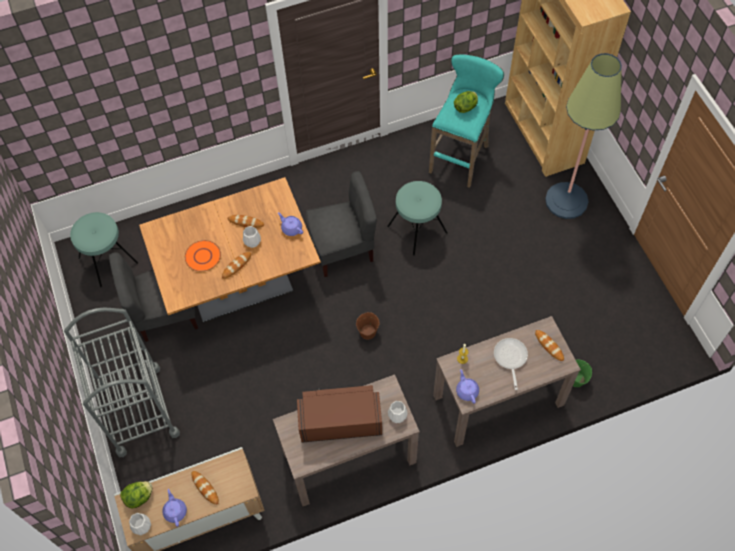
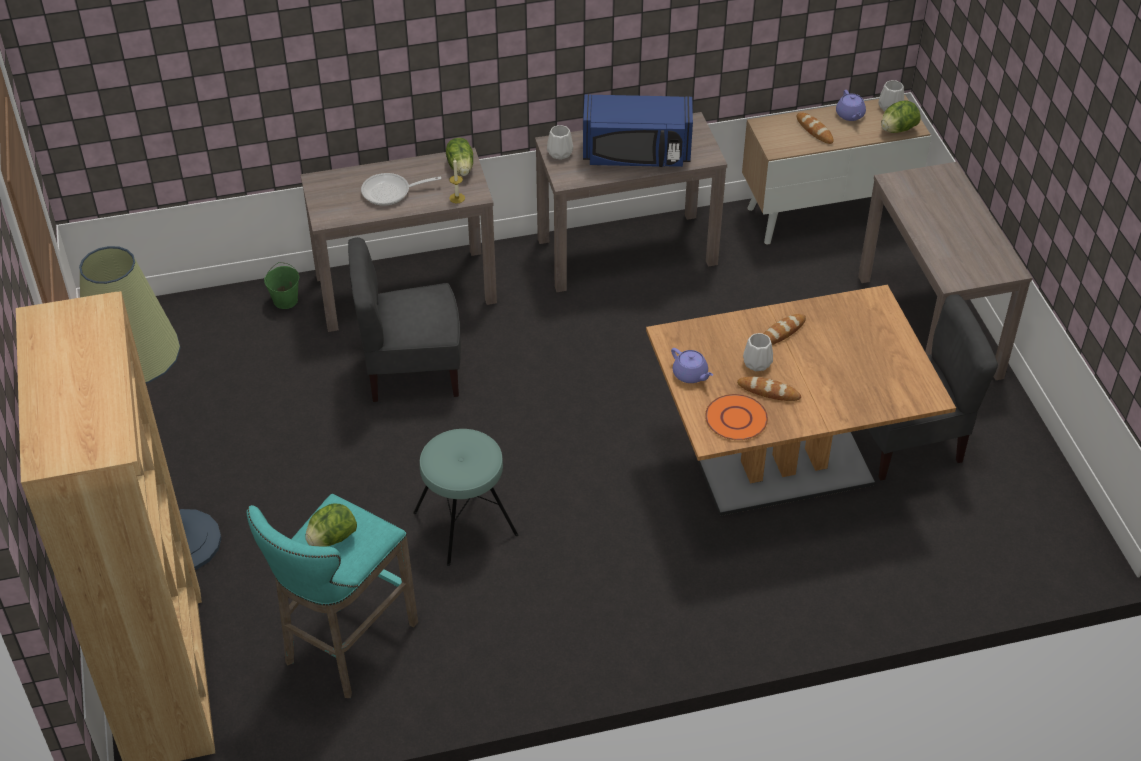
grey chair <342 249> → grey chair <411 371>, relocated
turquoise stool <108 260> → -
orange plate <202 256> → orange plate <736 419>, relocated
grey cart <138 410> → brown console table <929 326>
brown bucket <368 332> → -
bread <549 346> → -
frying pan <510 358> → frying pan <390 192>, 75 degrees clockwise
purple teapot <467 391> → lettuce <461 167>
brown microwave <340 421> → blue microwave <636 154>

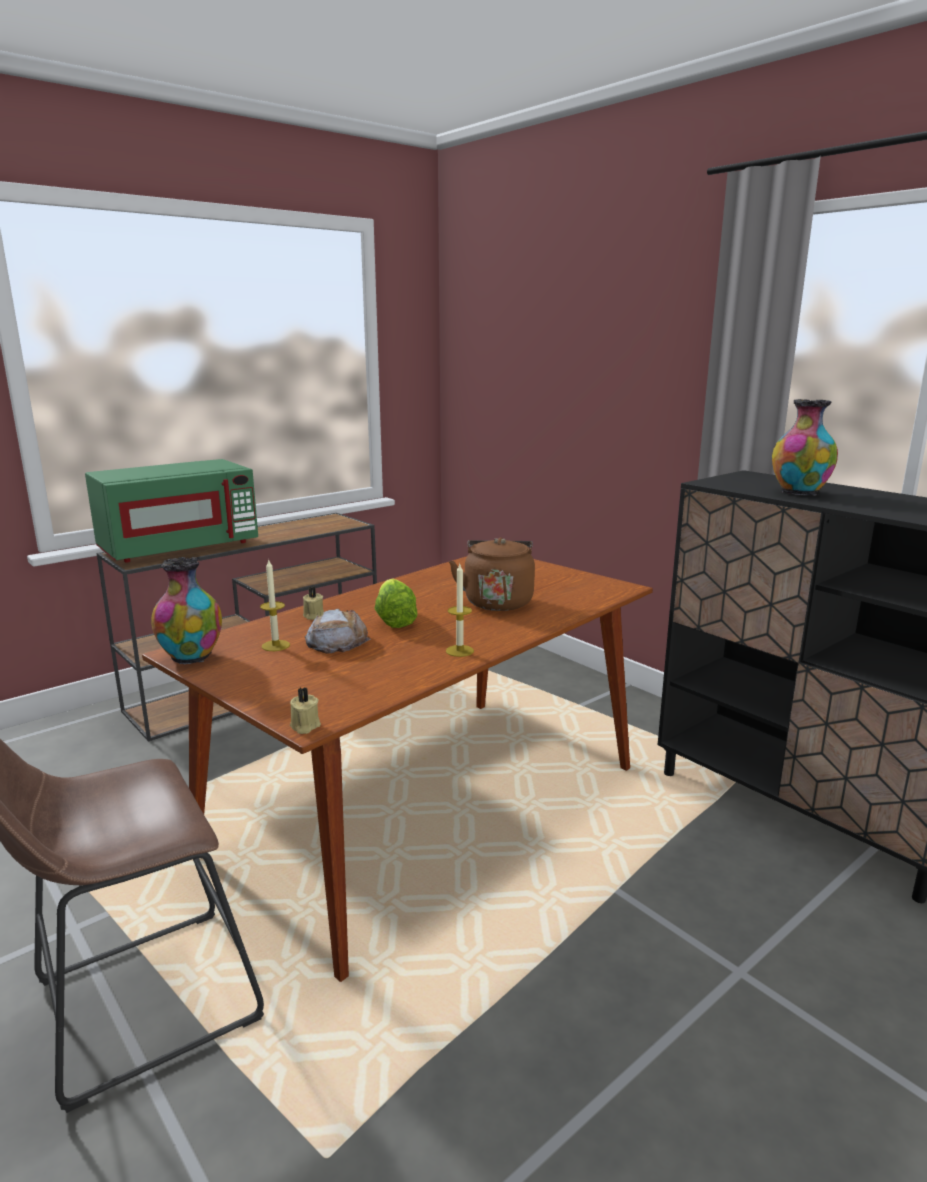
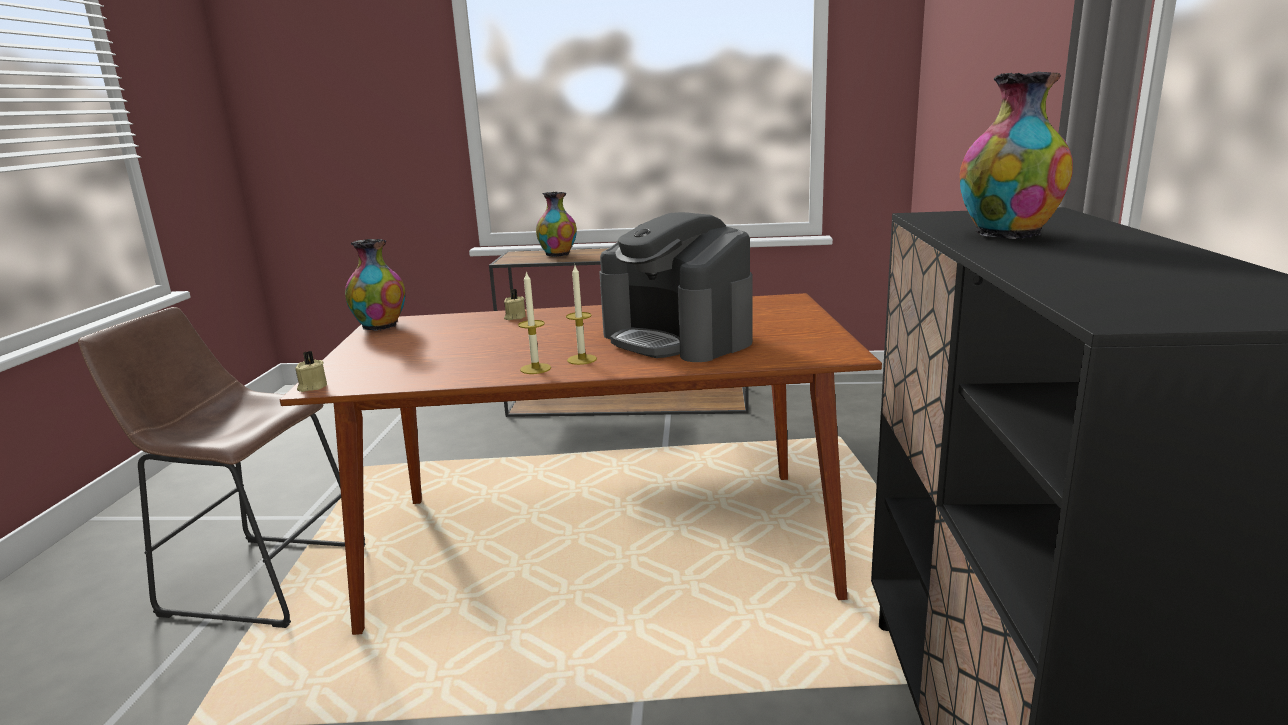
green microwave <179 548> → vase <558 255>
brown kettle <497 601> → coffee machine <678 338>
candle <275 645> → candle <582 359>, relocated
lettuce <395 620> → -
bread <337 641> → -

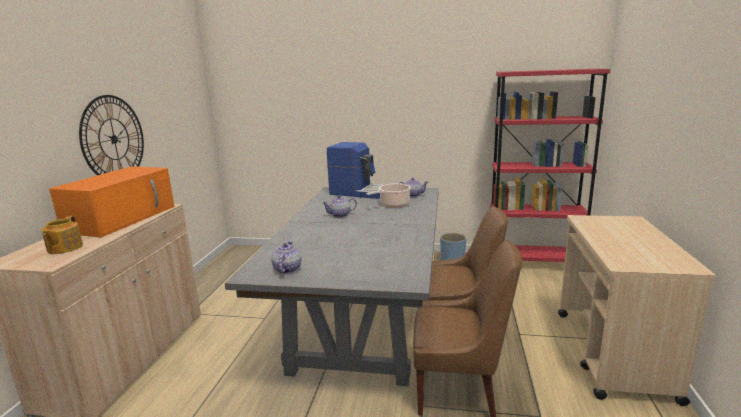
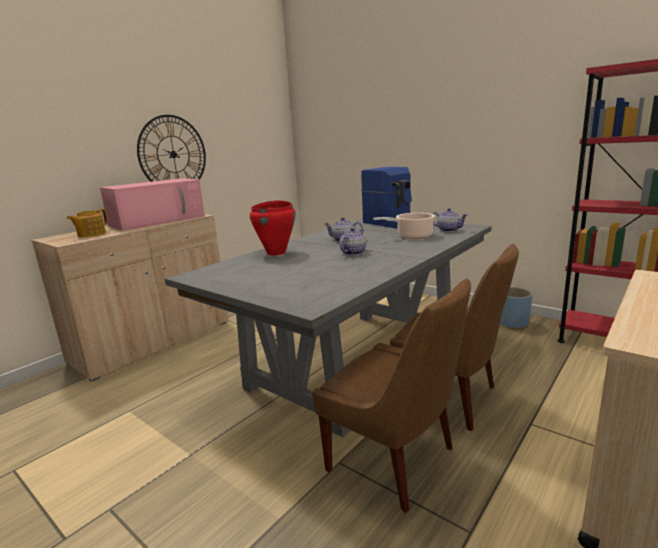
orange microwave <123 218> → pink microwave <159 220>
teapot <287 269> → teapot <352 253>, relocated
- → red cooking pot <276 253>

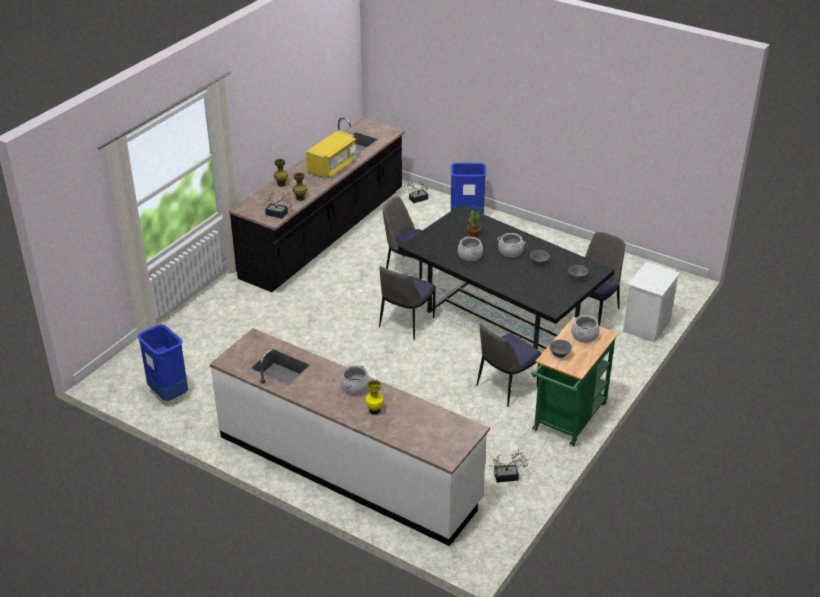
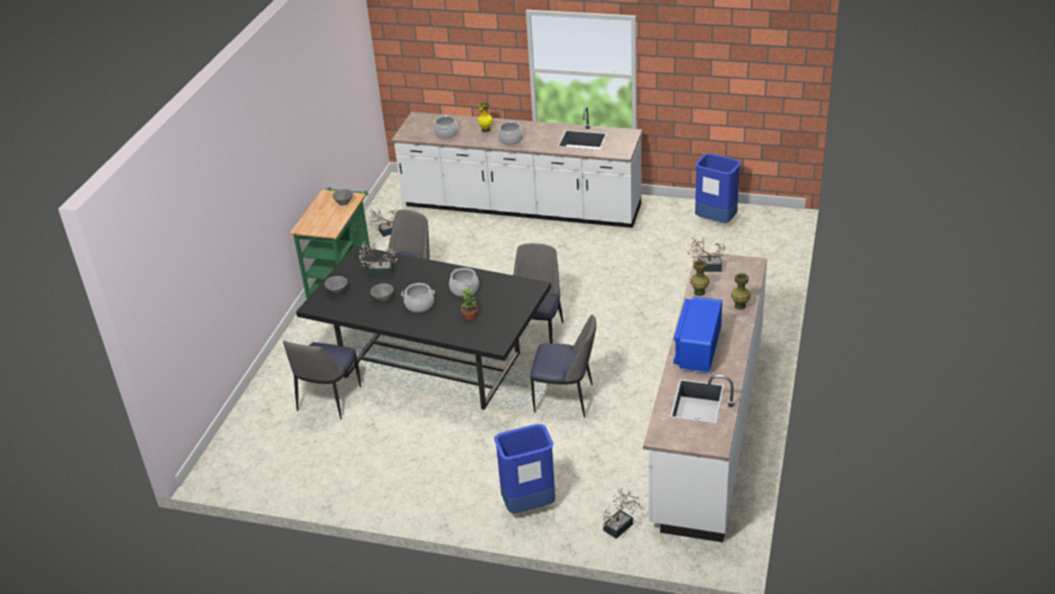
black counter <325 234> → white counter <707 426>
yellow microwave <332 166> → blue microwave <698 349>
white nightstand <647 327> → -
cooking pot <584 335> → cooking pot <446 134>, relocated
- → potted plant <378 271>

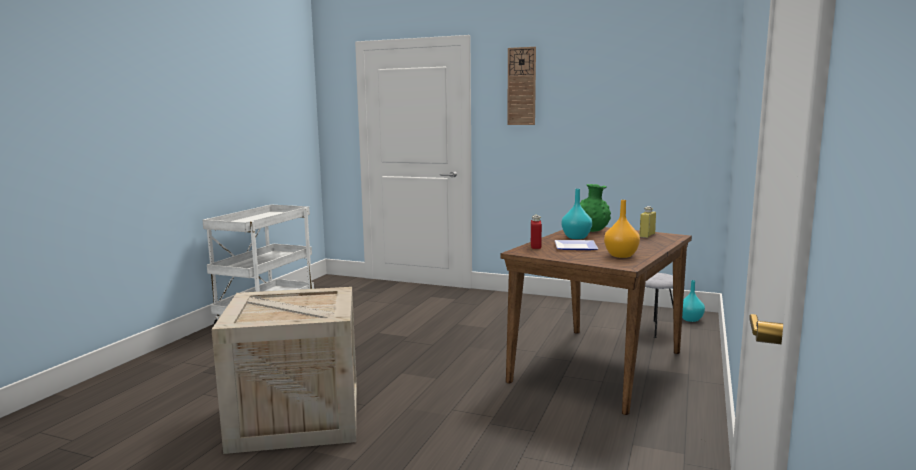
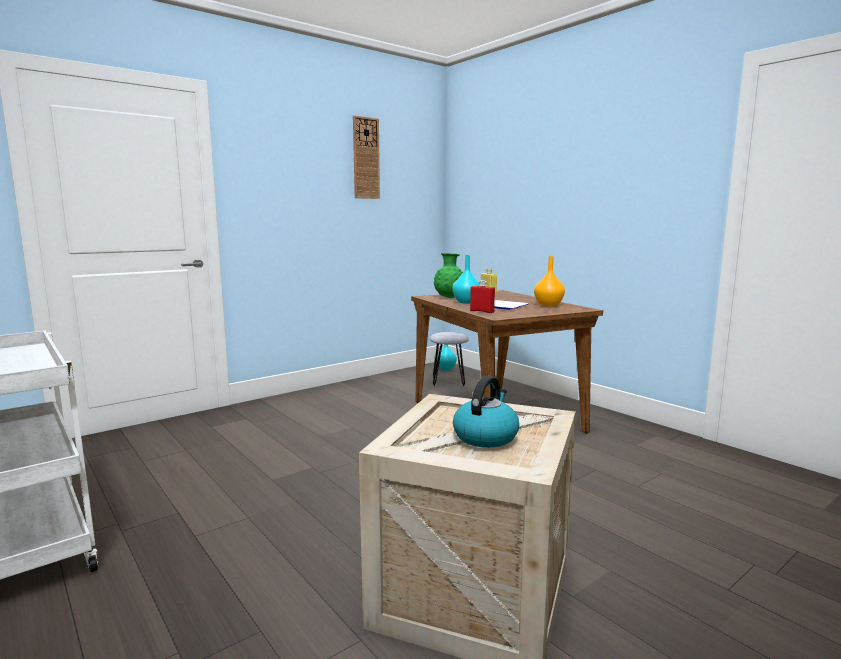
wall clock <521 86> → wall clock <366 158>, relocated
- → kettle <485 436>

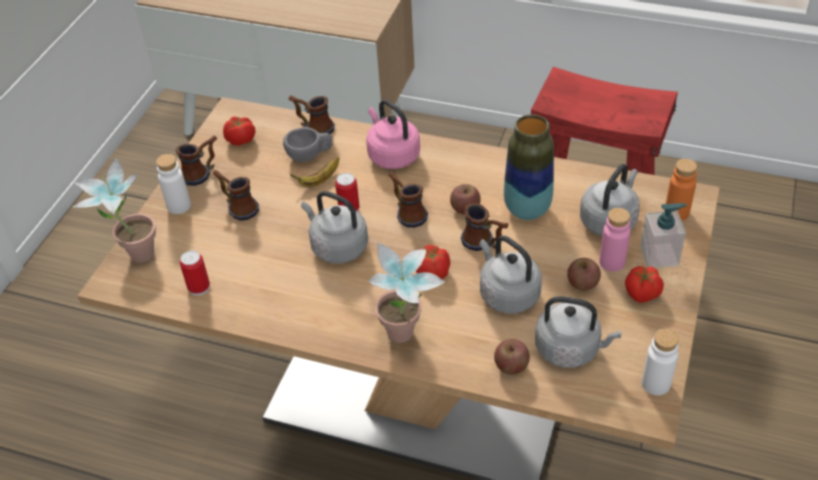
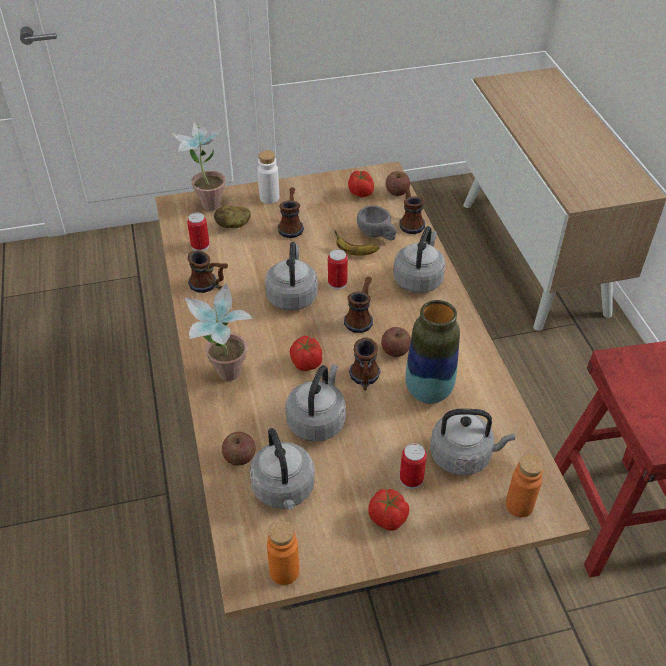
pink kettle <392 155> → grey kettle <419 279>
mug <202 173> → mug <209 285>, relocated
soap dispenser <659 256> → -
pink bottle <612 262> → can <411 479>
apple <582 283> → apple <397 192>, relocated
white bottle <656 383> → orange bottle <284 571>
- → potato <233 225>

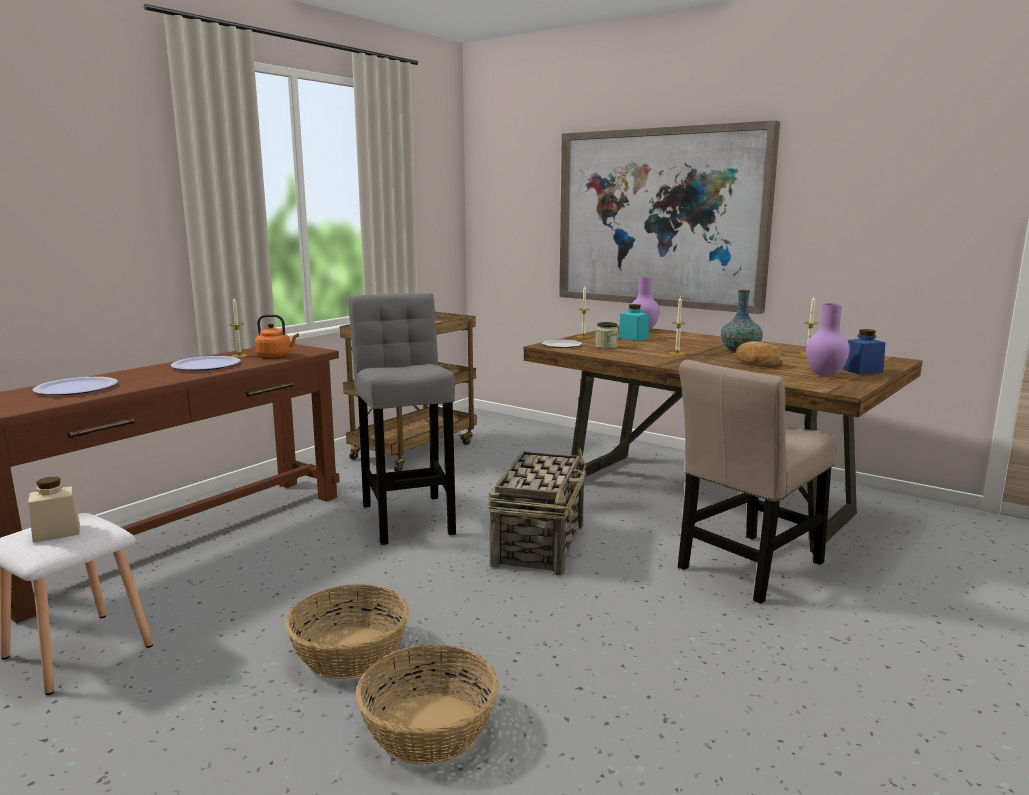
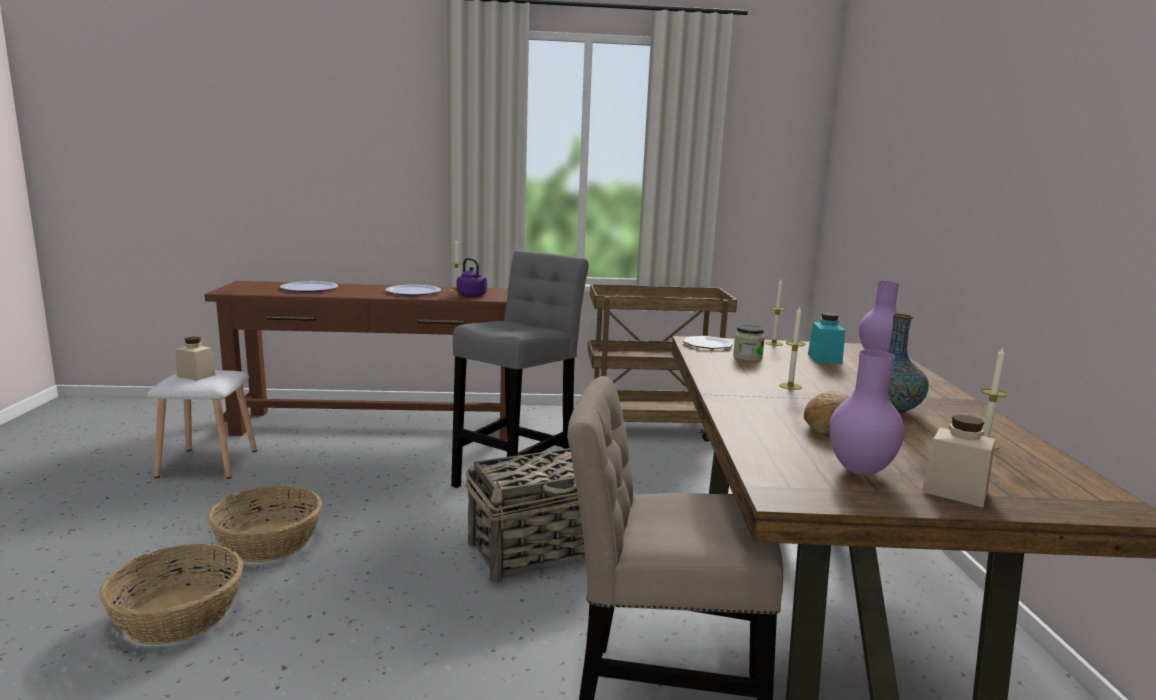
picture <660 218> → -
orange kettle <276 356> → purple kettle <473 296>
blue jar <862 371> → beige jar <954 491>

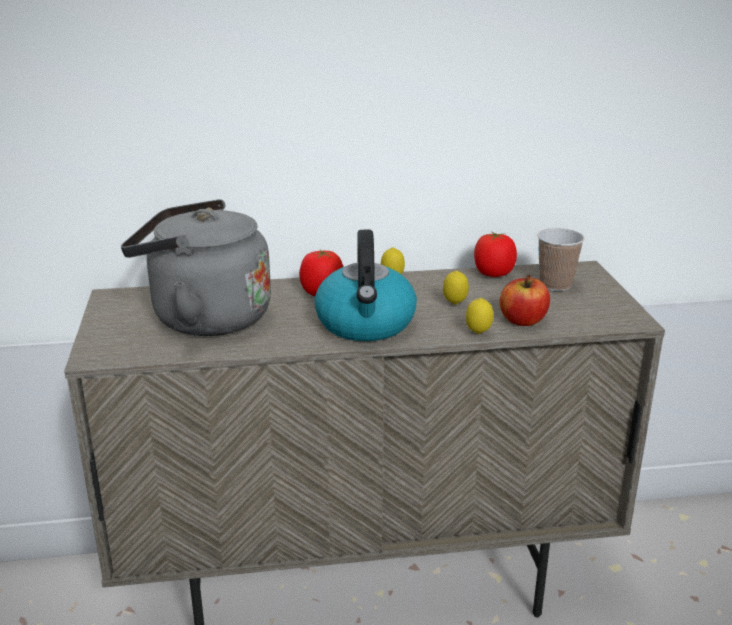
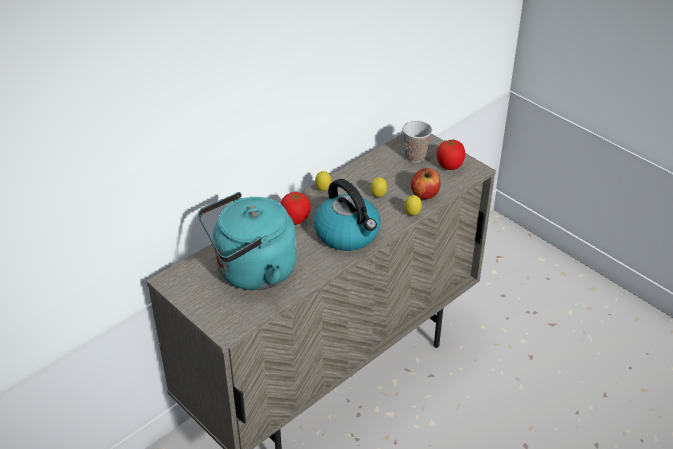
grey kettle <204 318> → turquoise kettle <251 272>
tomato <494 274> → tomato <450 165>, relocated

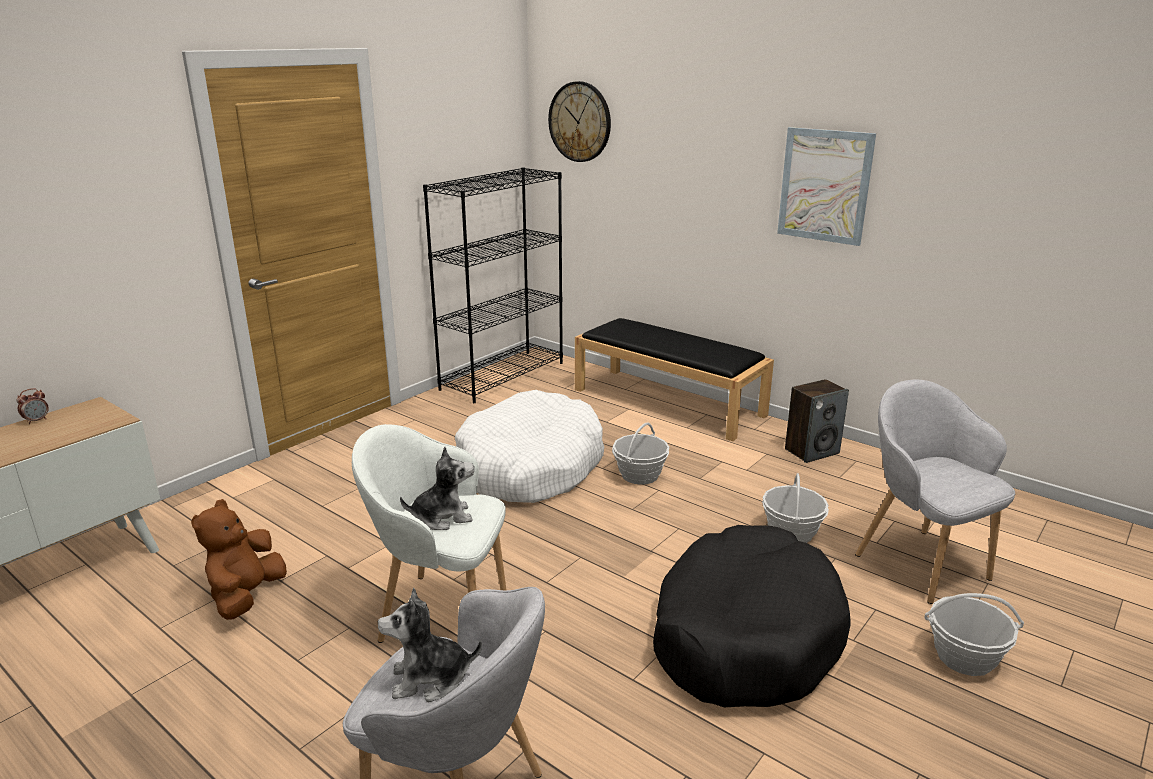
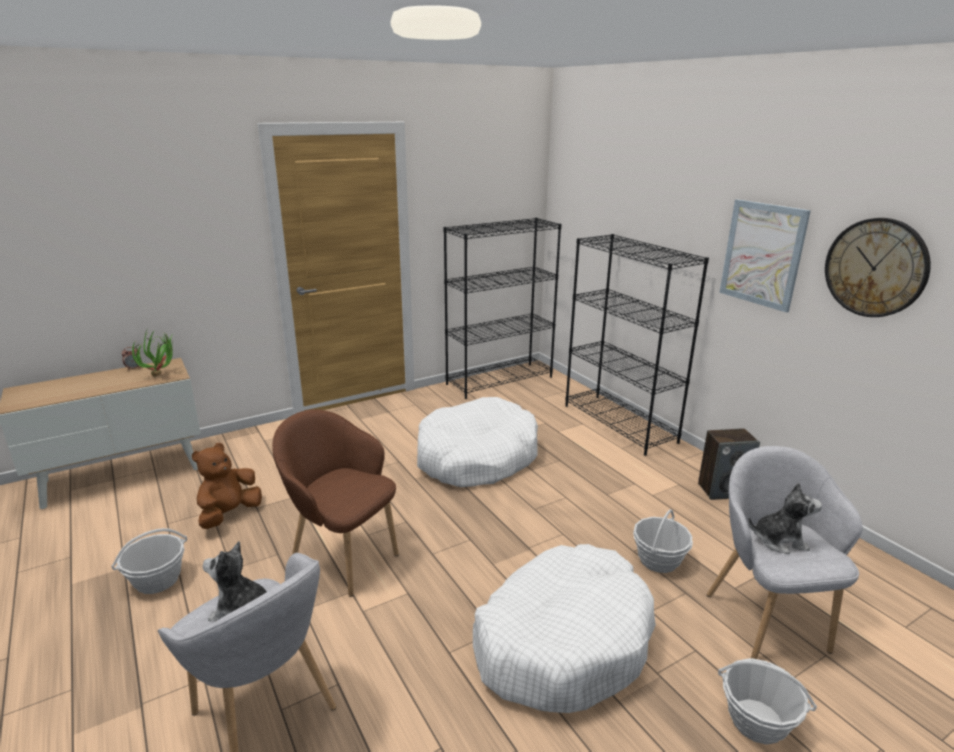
wall clock <580 122> → wall clock <875 267>, relocated
black bench <669 402> → black bookcase <620 424>
basket <639 475> → basket <157 580>, relocated
white armchair <440 612> → brown armchair <343 558>
plush toy <442 517> → plush toy <779 540>, relocated
black dog bed <744 635> → white dog bed <562 641>
- → potted plant <162 375>

